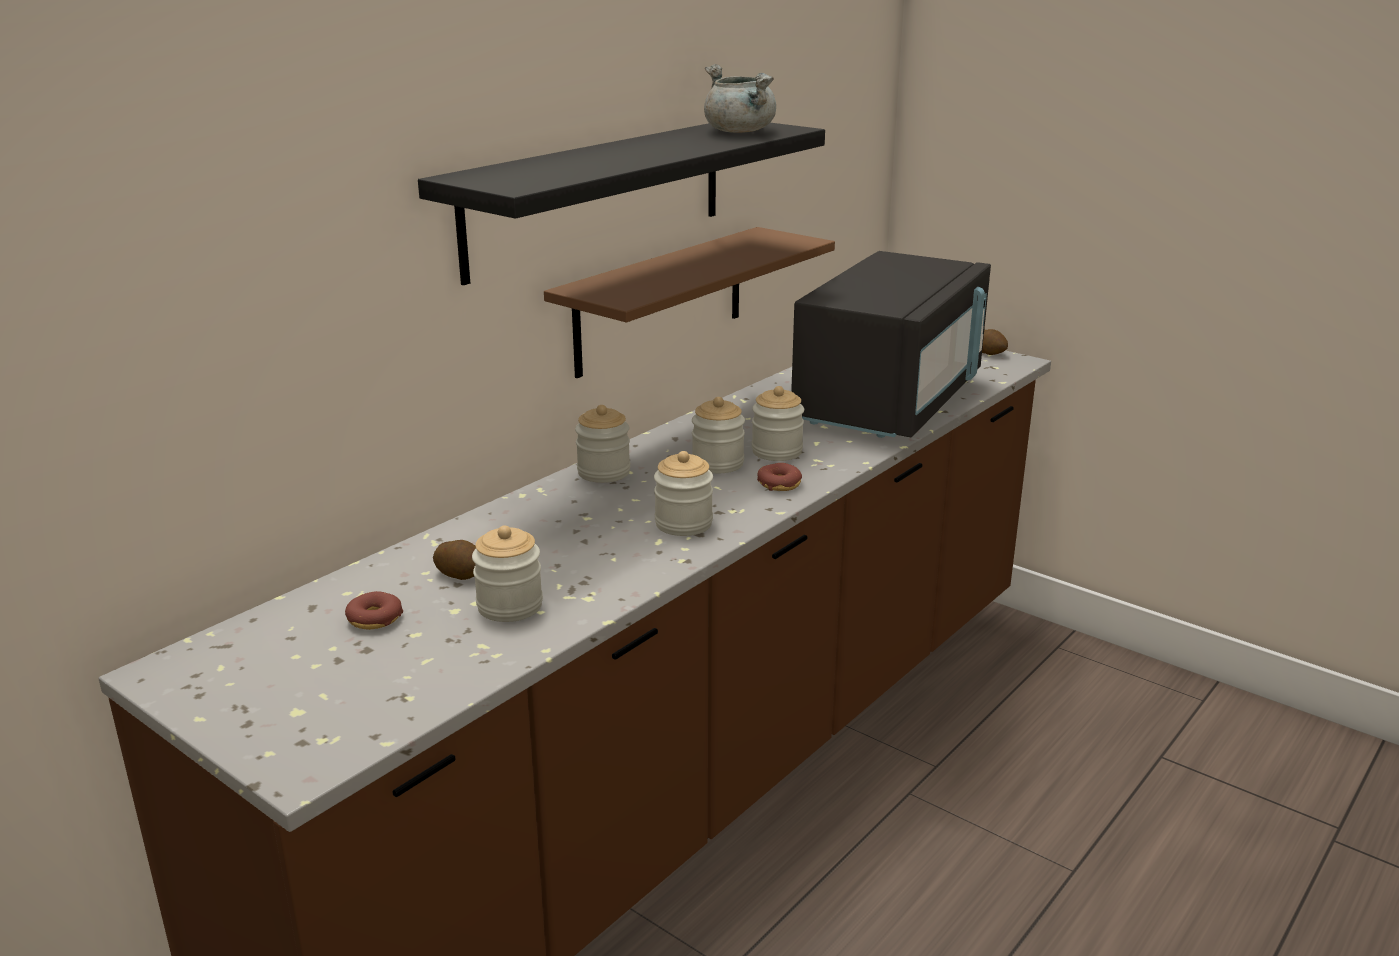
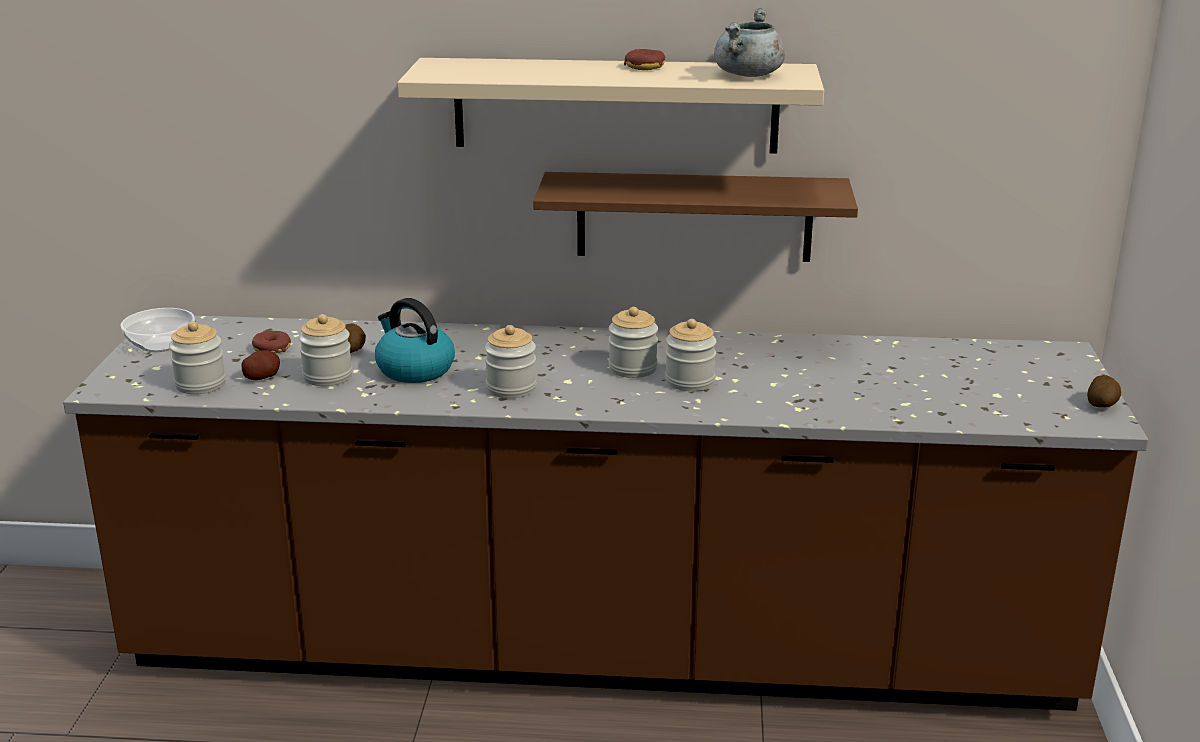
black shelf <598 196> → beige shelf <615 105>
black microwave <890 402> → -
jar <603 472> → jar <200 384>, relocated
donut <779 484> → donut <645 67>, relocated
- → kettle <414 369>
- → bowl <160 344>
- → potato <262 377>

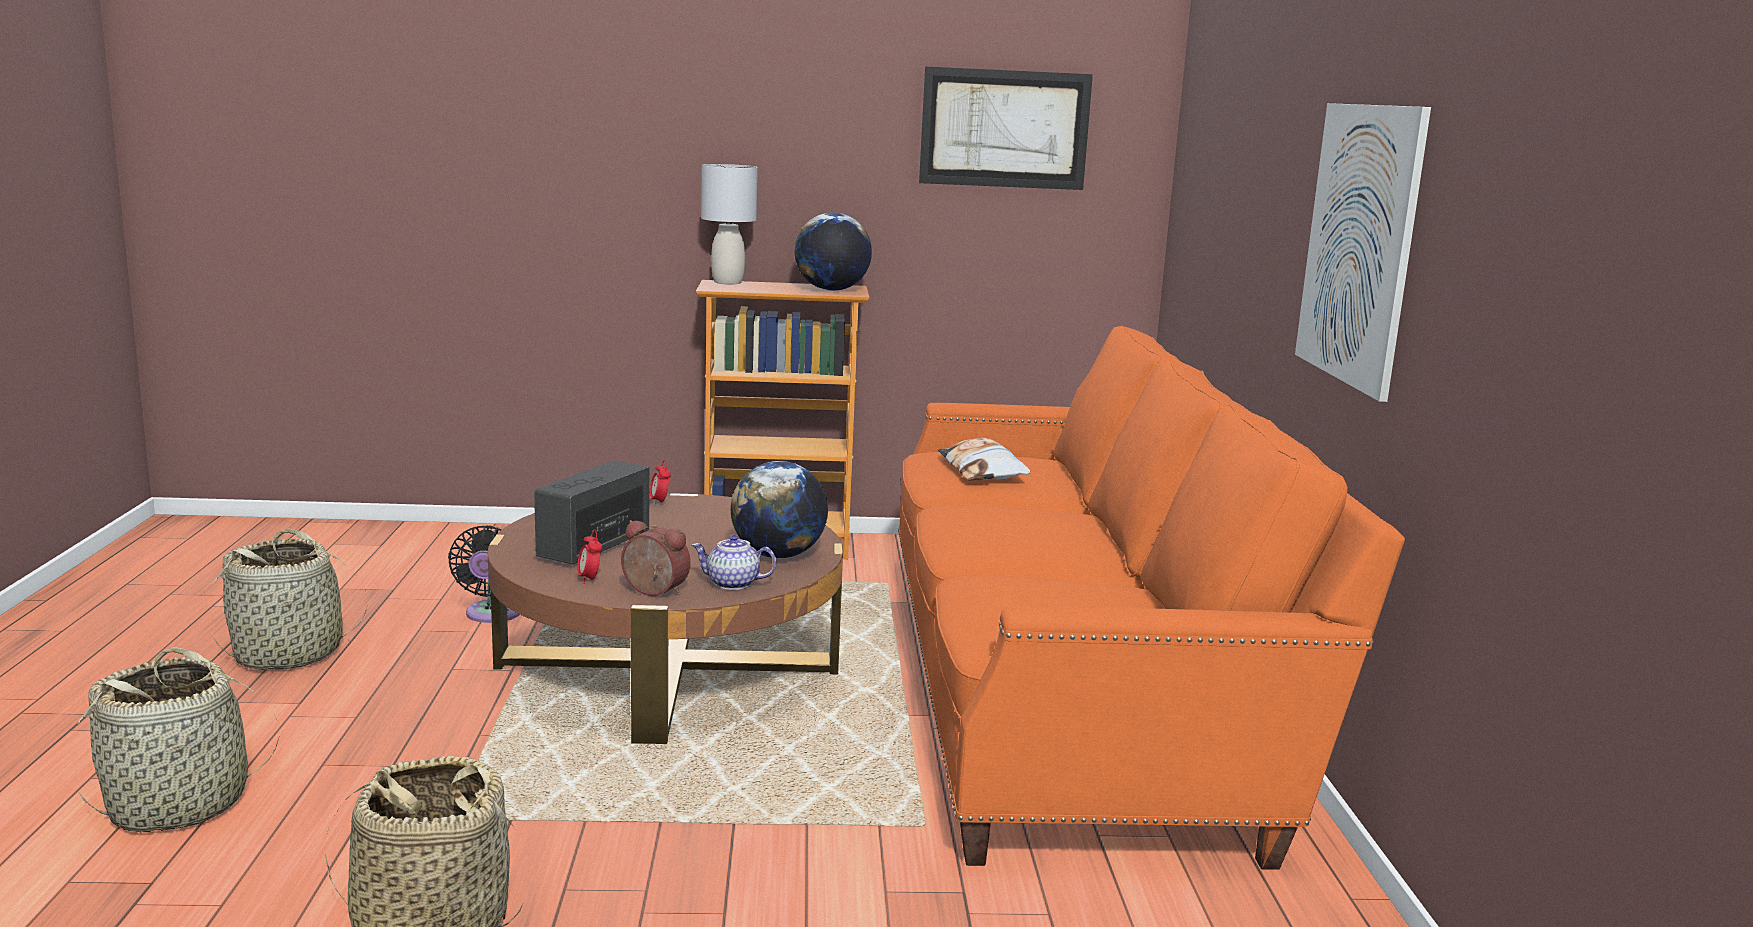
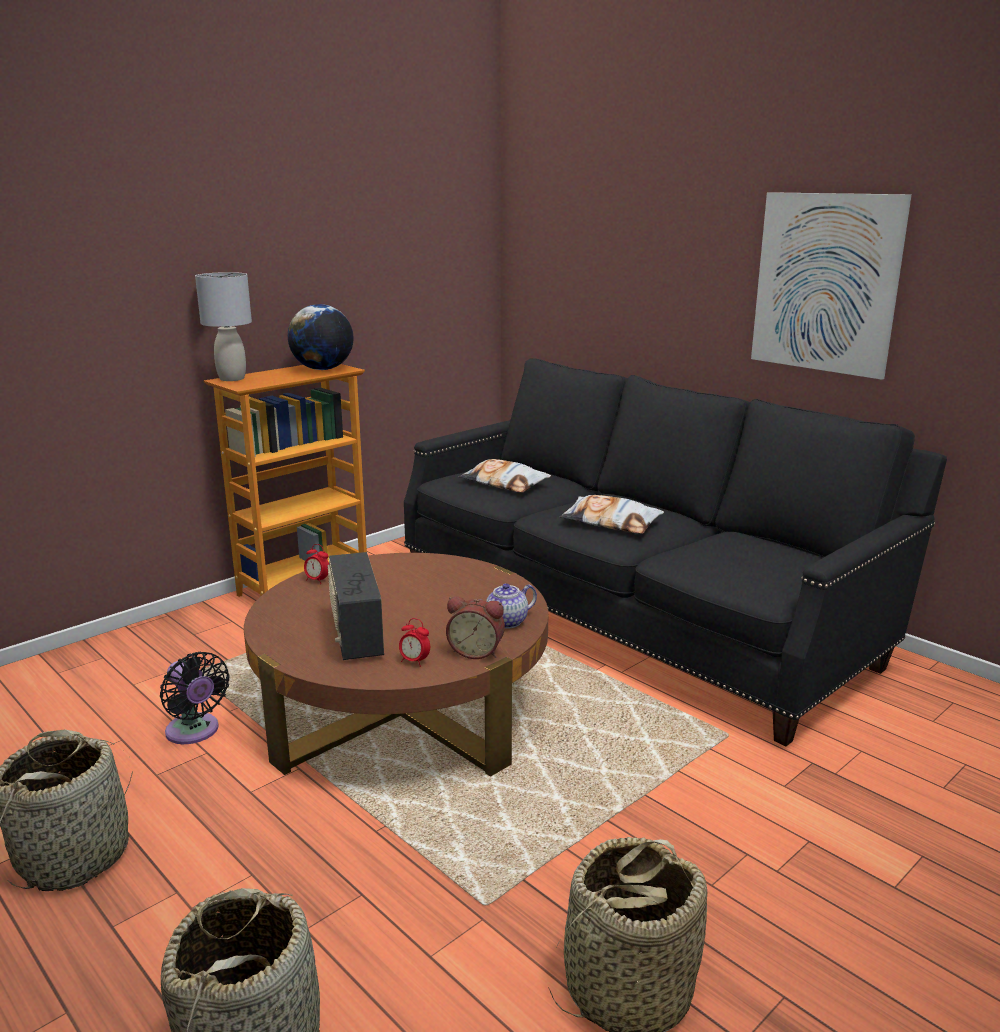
picture <1004 129> → -
orange sofa <1069 686> → black sofa <634 611>
globe <778 555> → -
alarm clock <653 592> → alarm clock <476 651>, 150 degrees counterclockwise
- → pillow <611 522>

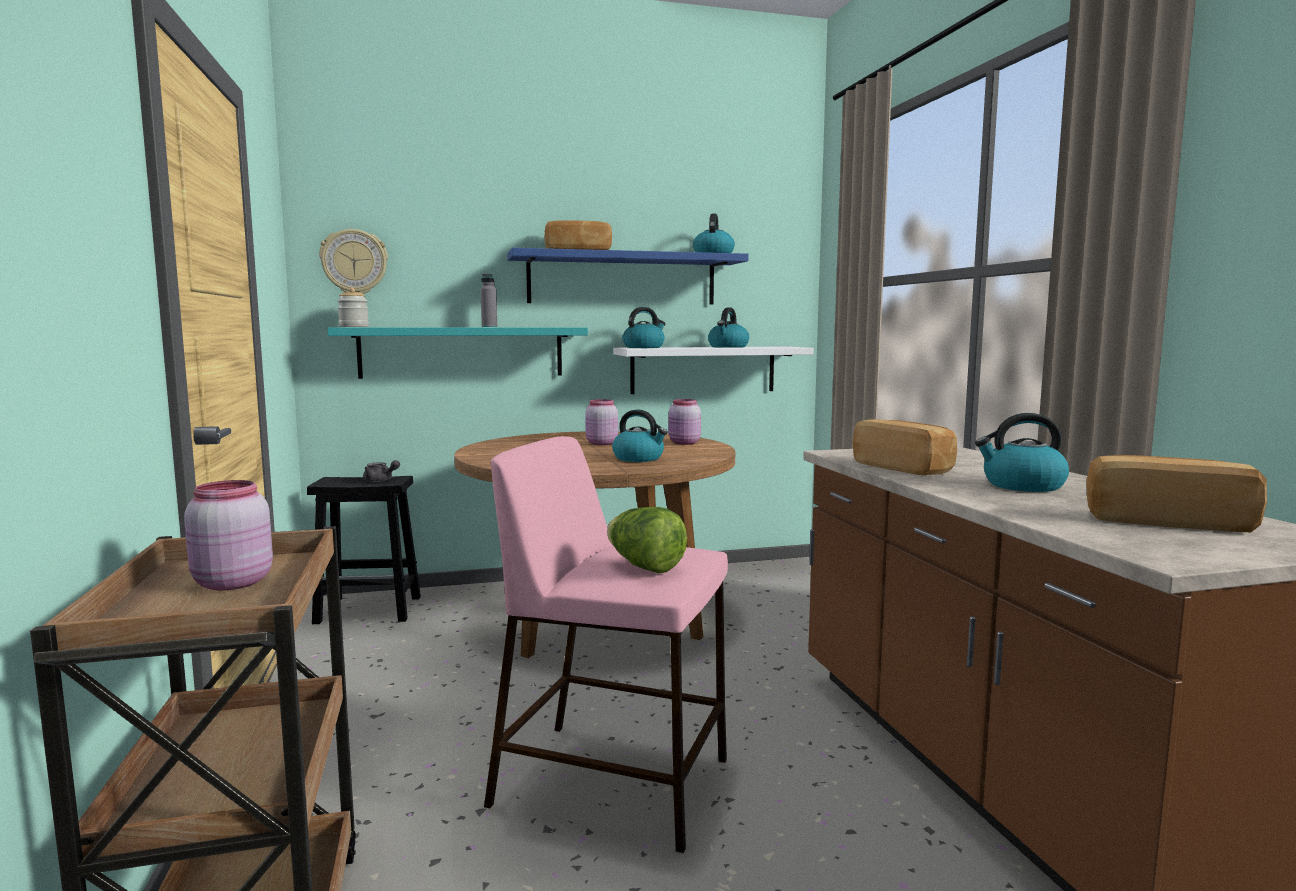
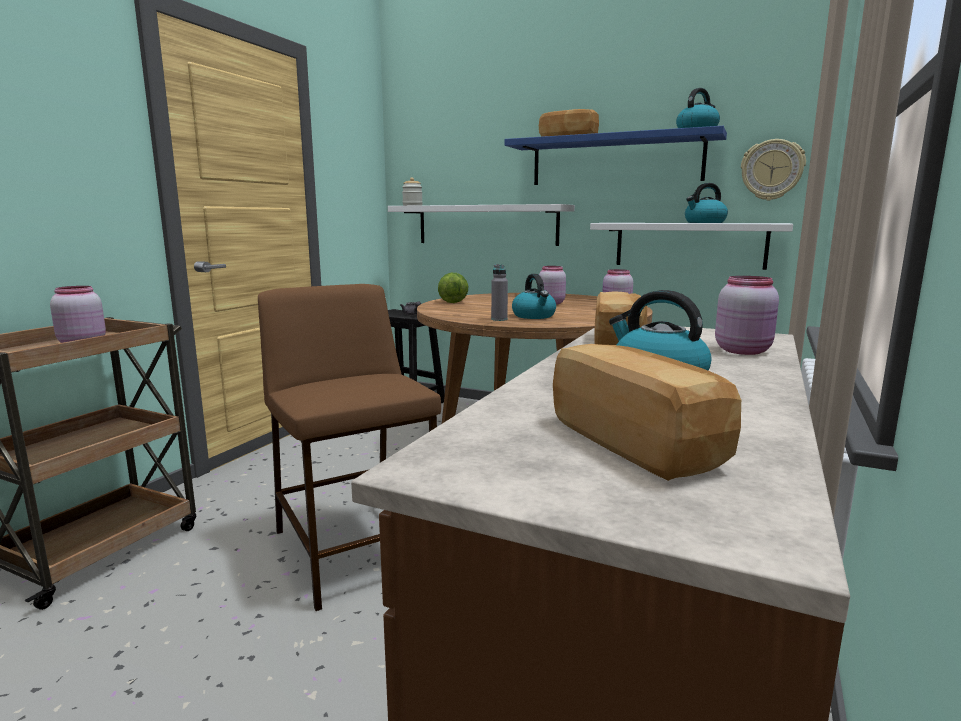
wall clock <354 262> → wall clock <772 170>, relocated
grey bottle <489 327> → grey bottle <499 319>, relocated
kettle <644 347> → -
turquoise shelf <462 352> → white shelf <486 225>
pink stool <615 782> → brown stool <356 550>
lettuce <644 566> → lettuce <452 301>, relocated
- → pink jar <743 350>

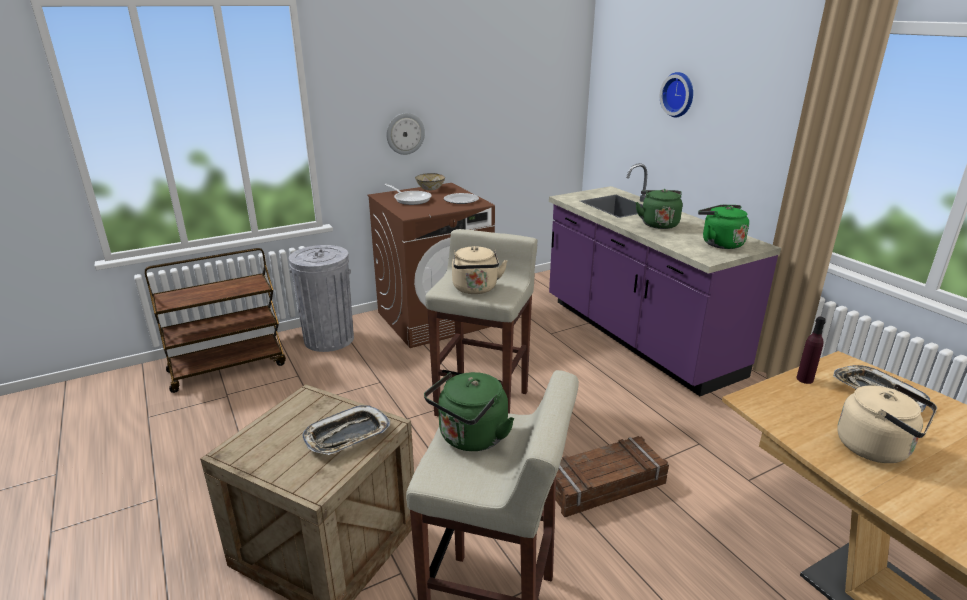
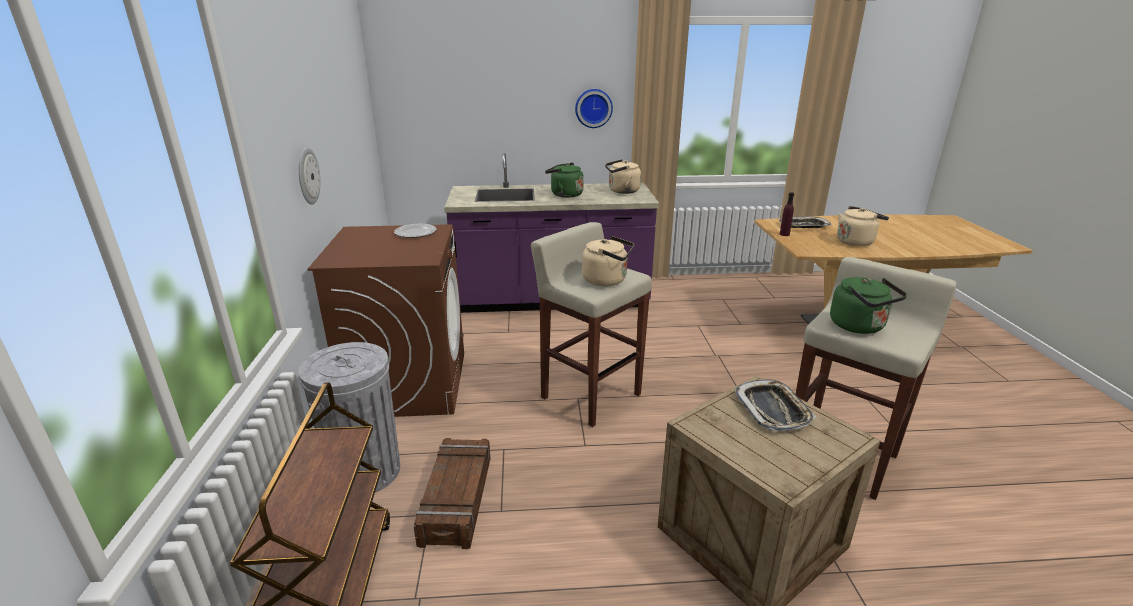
wall clock <679 94> → wall clock <593 108>, relocated
bowl <430 189> → -
frying pan <410 199> → -
green kettle <719 243> → beige kettle <621 191>
crate <604 485> → crate <458 499>, relocated

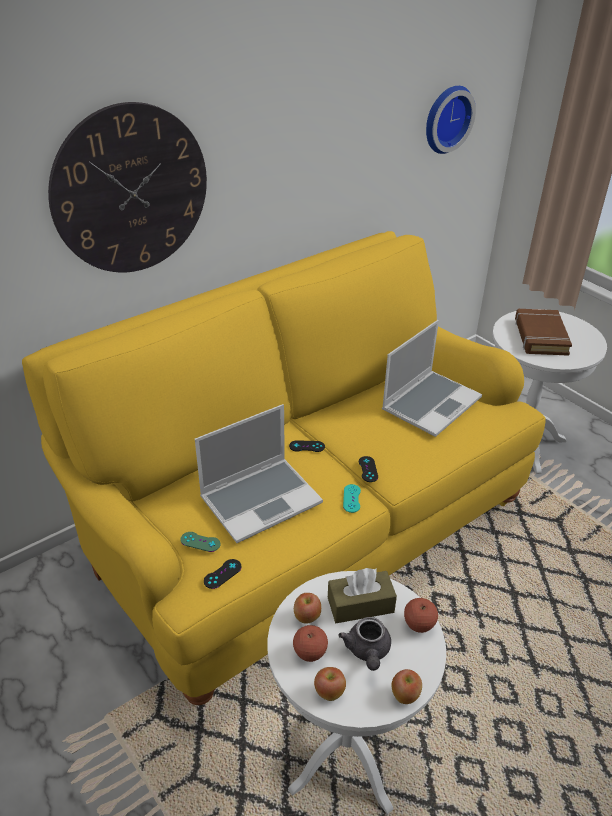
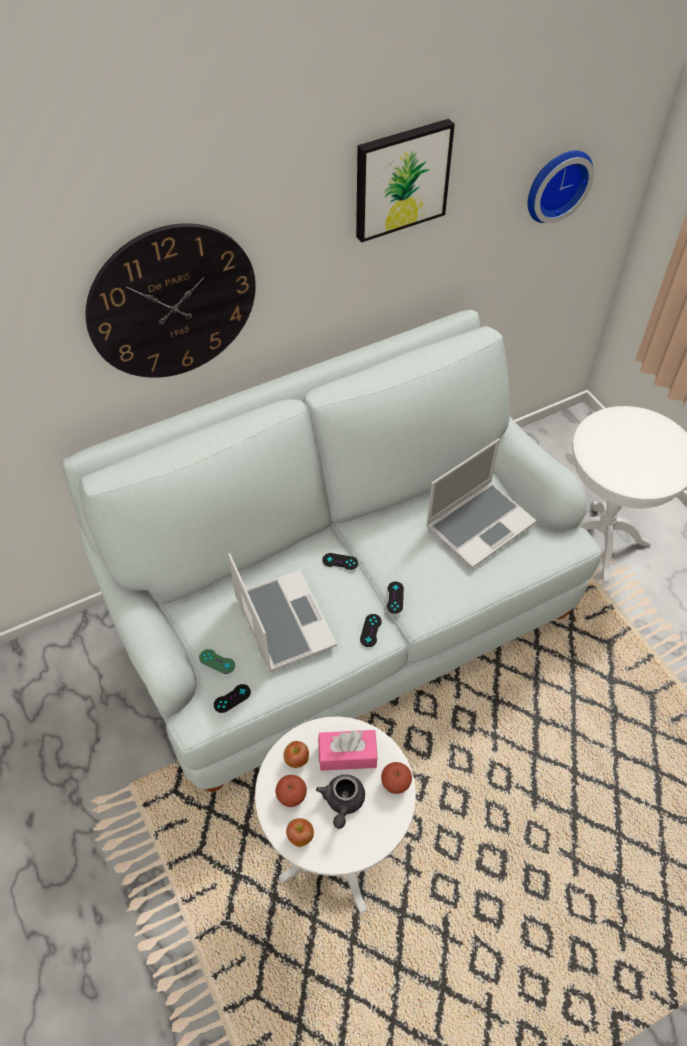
yellow sofa <303 528> → white sofa <342 615>
brown book <540 336> → -
laptop <261 499> → laptop <282 621>, 90 degrees counterclockwise
turquoise game controller <351 498> → black game controller <370 630>
brown tissue box <360 605> → pink tissue box <347 755>
apple <405 695> → -
- → picture <401 179>

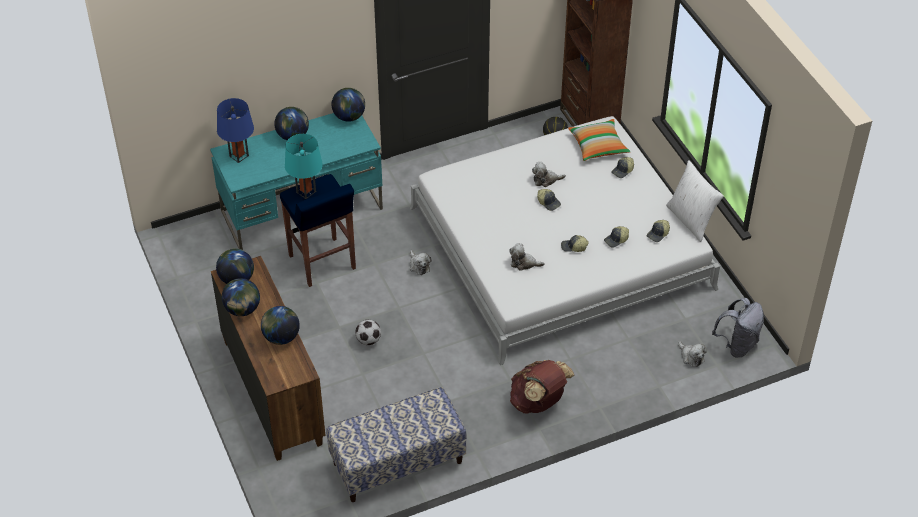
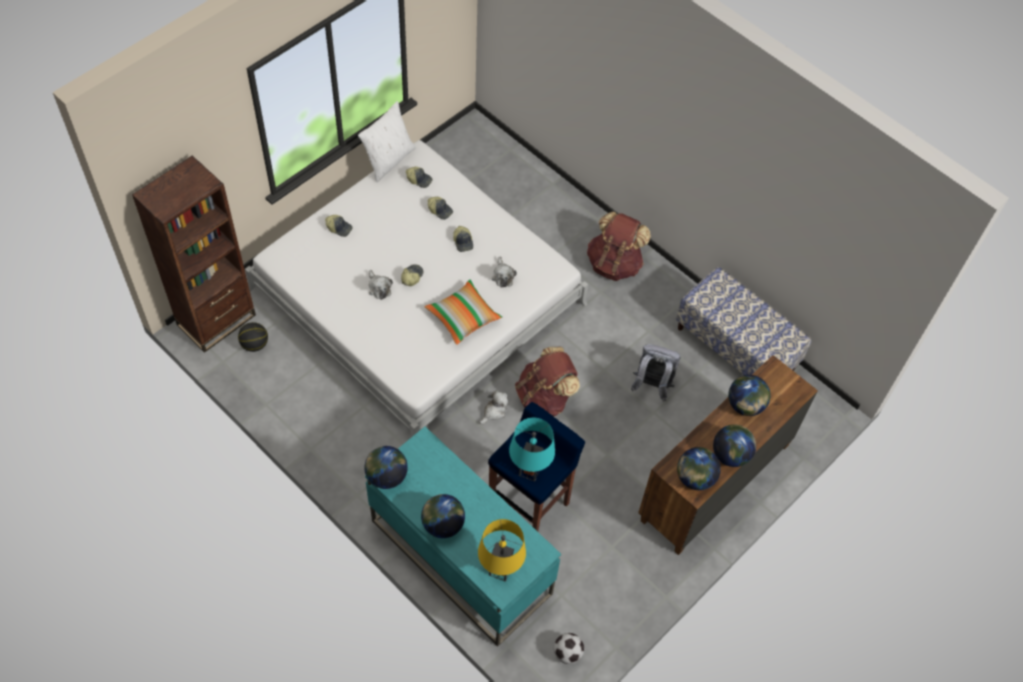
blue table lamp <239 156> → yellow table lamp <500 570>
pillow <598 146> → pillow <463 317>, relocated
grey backpack <737 345> → grey backpack <651 385>, relocated
football <368 340> → football <567 653>, relocated
plush toy <691 357> → -
- → brown backpack <544 397>

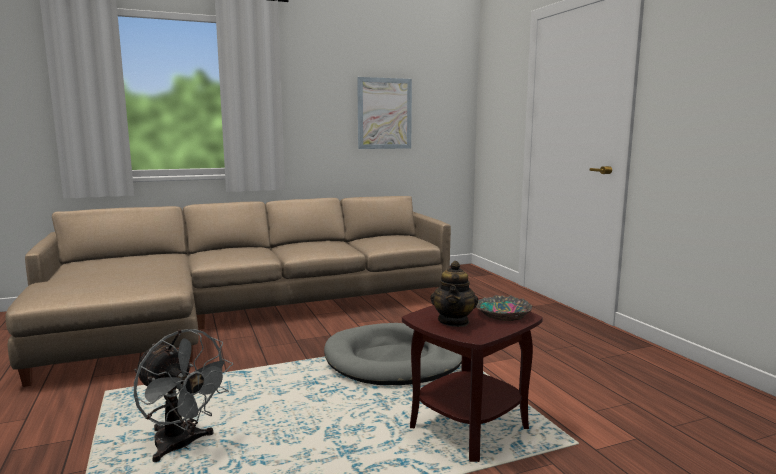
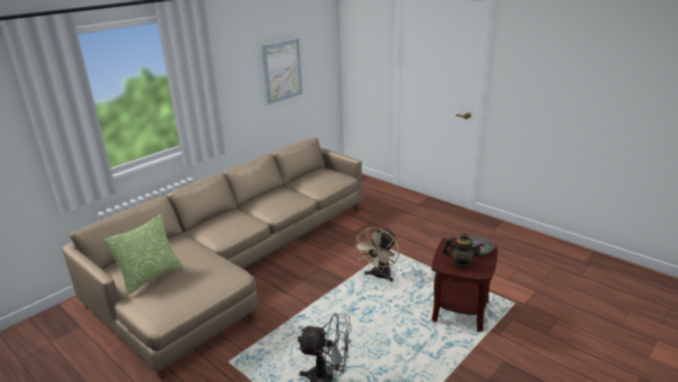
teapot <454 321> → teapot <461 263>, 60 degrees counterclockwise
grey dog bed <393 360> → beige fan <379 276>
- → pillow <150 277>

